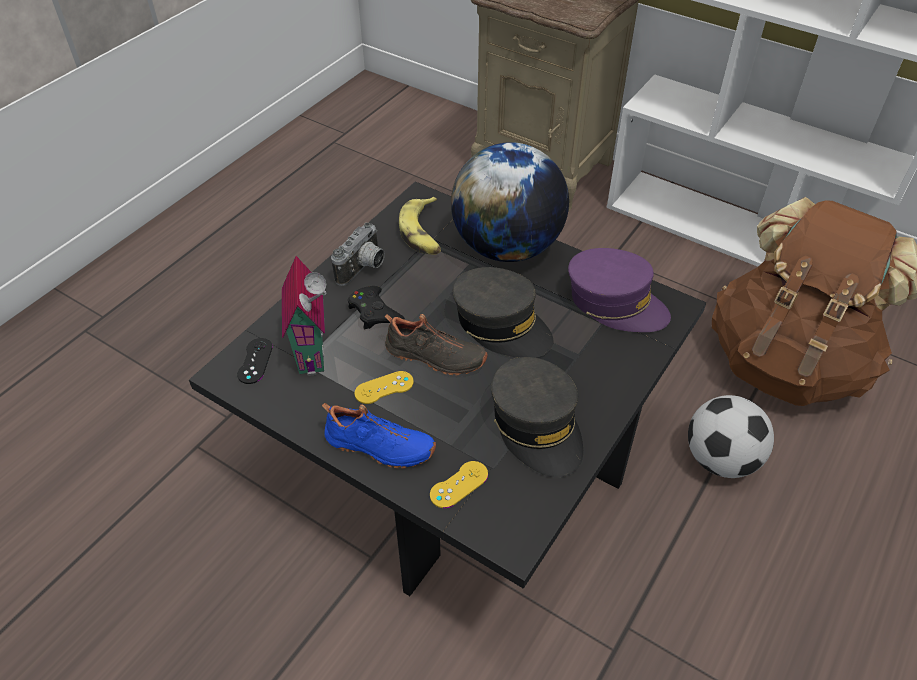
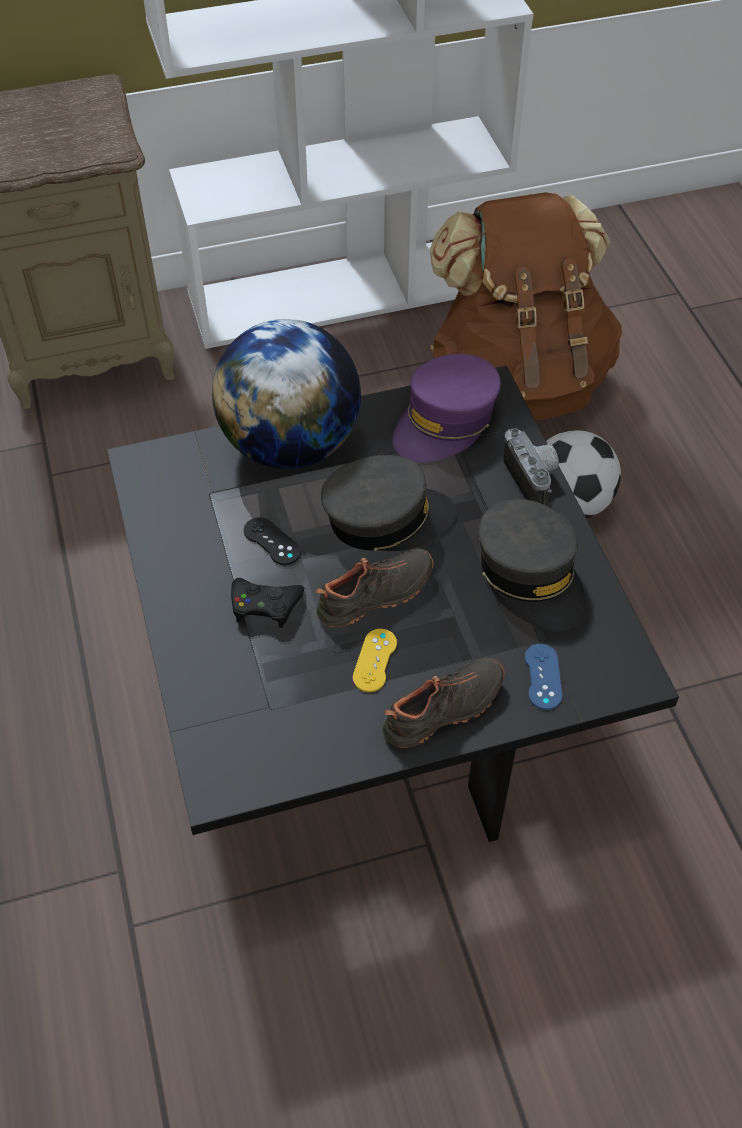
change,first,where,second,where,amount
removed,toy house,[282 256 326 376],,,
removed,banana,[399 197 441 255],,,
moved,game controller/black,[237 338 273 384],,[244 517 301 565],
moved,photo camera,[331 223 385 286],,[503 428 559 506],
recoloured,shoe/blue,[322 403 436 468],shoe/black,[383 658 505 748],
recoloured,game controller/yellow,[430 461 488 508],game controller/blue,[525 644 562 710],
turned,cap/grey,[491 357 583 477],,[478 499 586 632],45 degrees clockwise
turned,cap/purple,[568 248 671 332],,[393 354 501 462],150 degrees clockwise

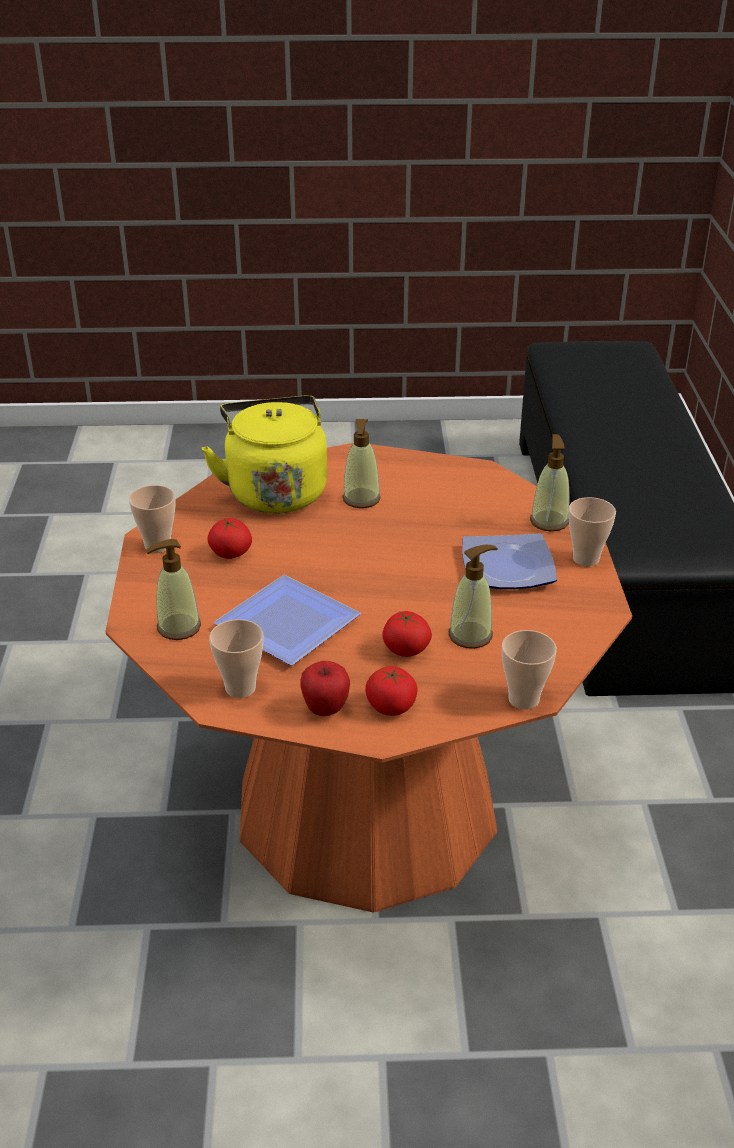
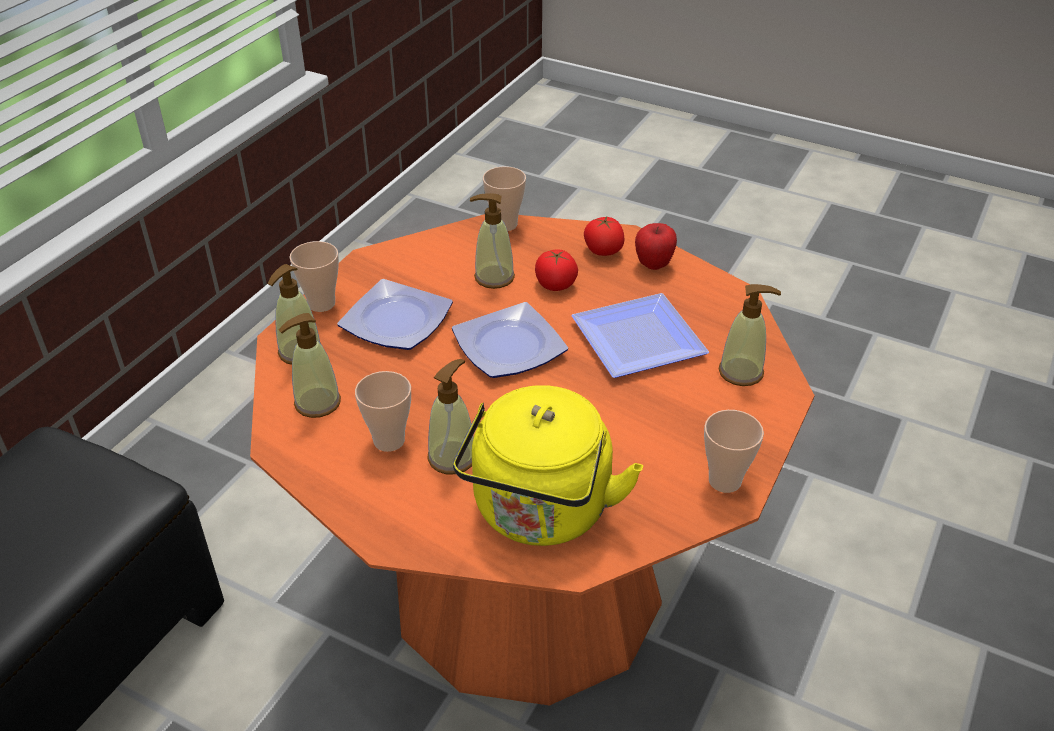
change,first,where,second,where,amount
removed,tomato,[208 518 252 559],,,
added,,,soap dispenser,[278 313 341 418],
added,,,plate,[452 302 568 378],
moved,cup,[209 619 264 698],,[355 371 411 452],

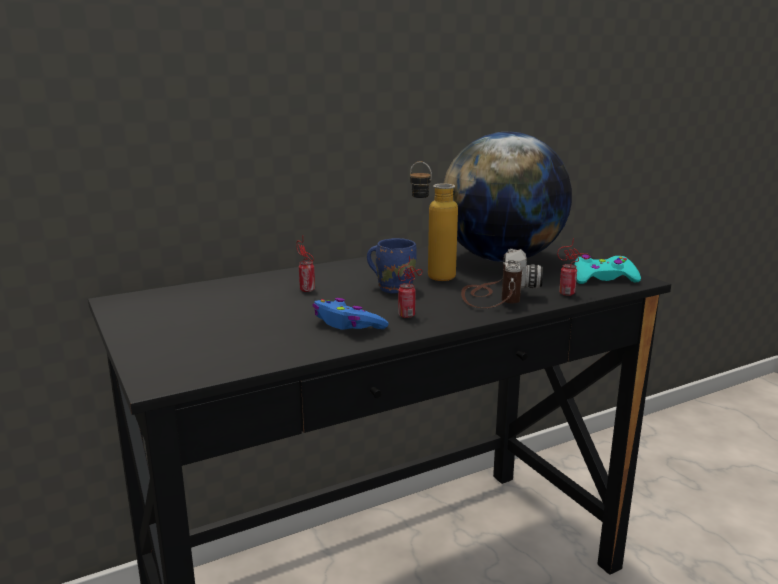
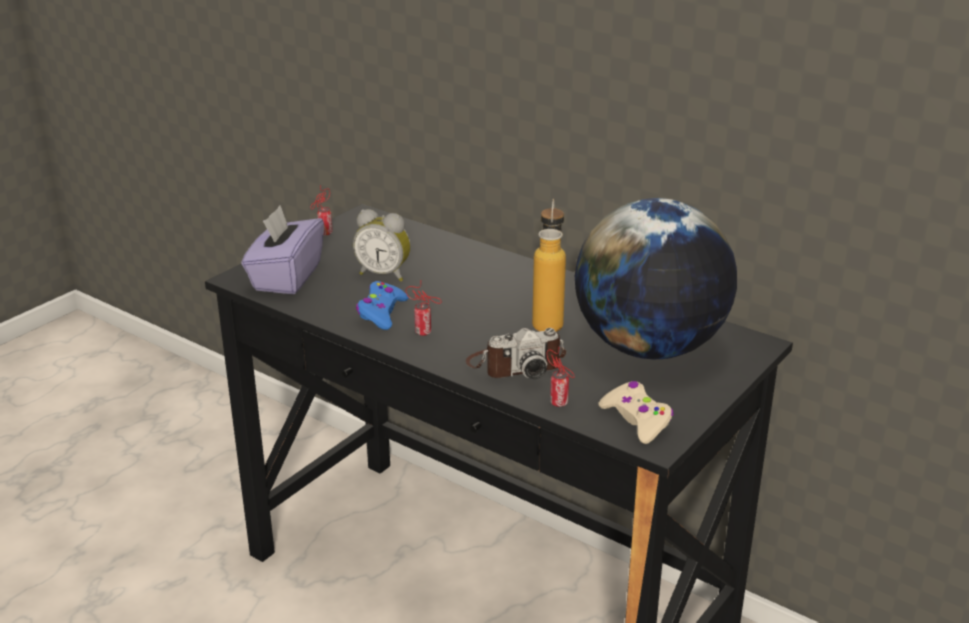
change,first,where,second,where,amount
removed,mug/blue,[367 238 417 294],,,
added,,,tissue box/purple,[241 205 324 295],
added,,,alarm clock,[353 209 411 282],
moved,can,[296 241 315 292],,[311 185 333 236],
recoloured,game controller/turquoise,[574 254 641 284],game controller/beige,[599 381 674 444],

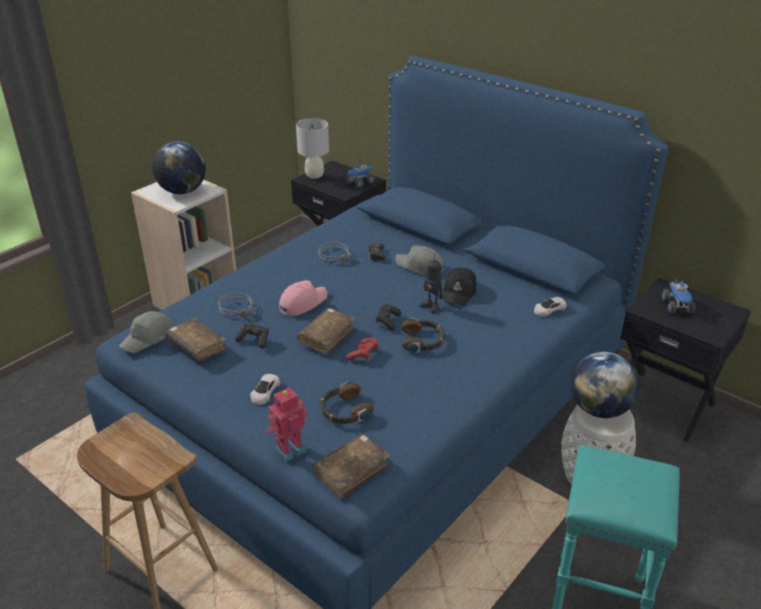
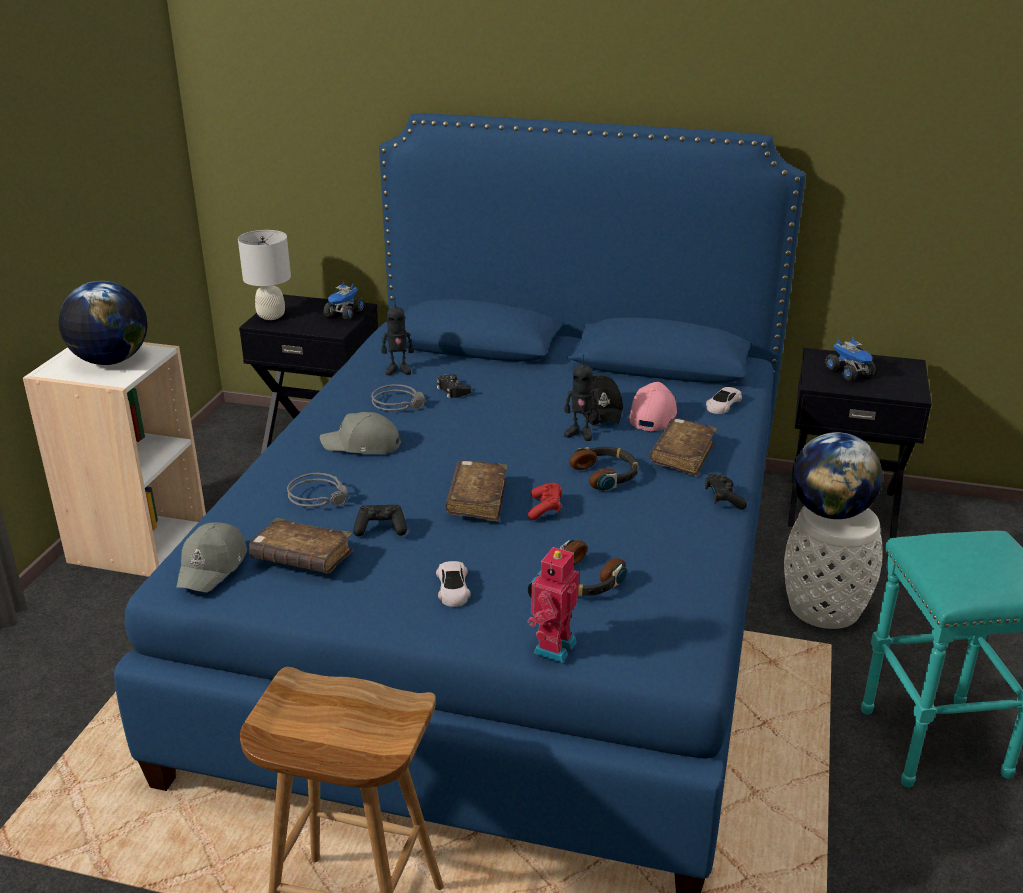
change,first,where,second,where,amount
added,,,toy robot,[381 297 414 376],
moved,cap/pink,[279 280 327 316],,[630 382 677 432],
moved,book/brown,[313 433 390 499],,[650 418 717 476],
moved,game controller/black,[376 304 402 331],,[705 474 747 510],
moved,cap/grey,[395 245 444 275],,[320 412 402 454],

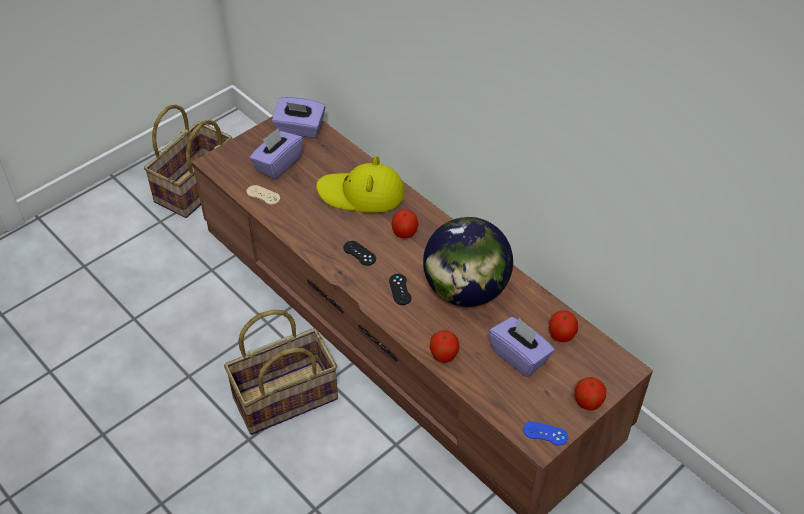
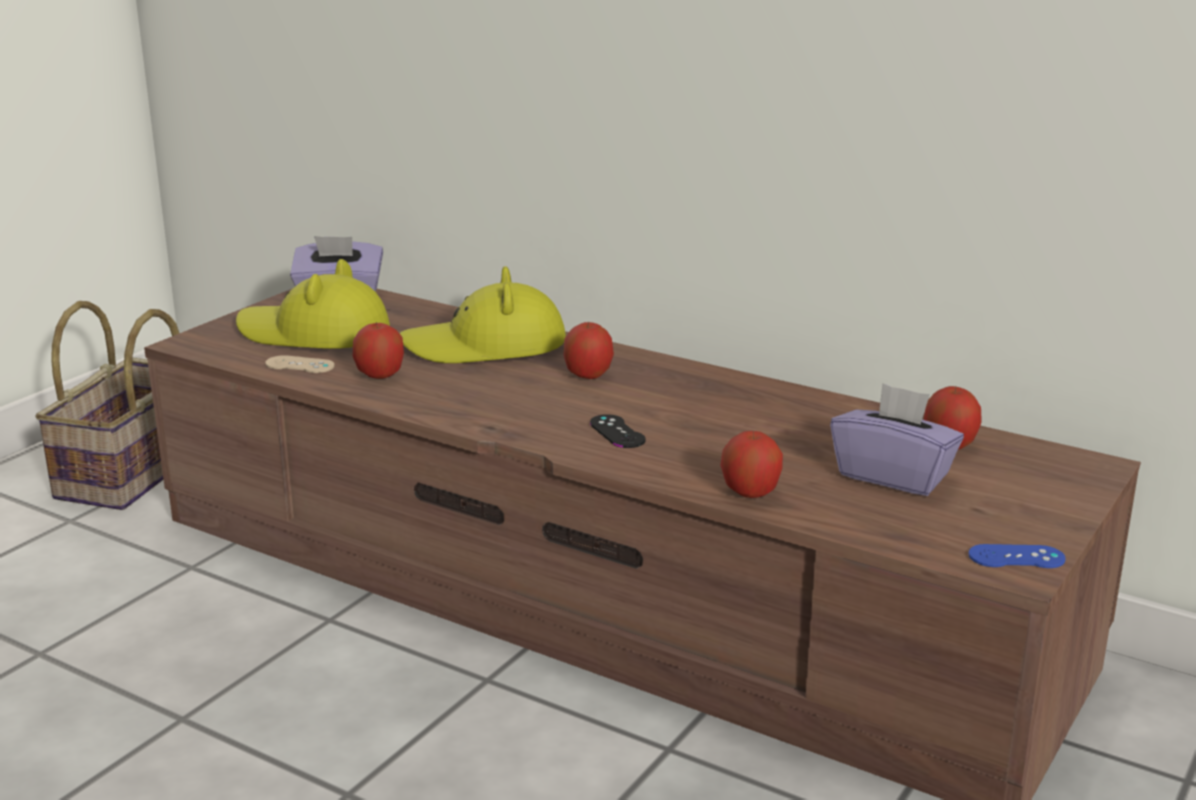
change,first,where,second,where,amount
removed,basket,[224 309 338 435],,,
removed,game controller/black,[343 241 376 266],,,
removed,globe,[423 217 513 307],,,
moved,apple,[574 377 606 411],,[353 322 404 379],
replaced,tissue box/purple,[249 128 303 180],hat/yellow,[236 259 390 349],

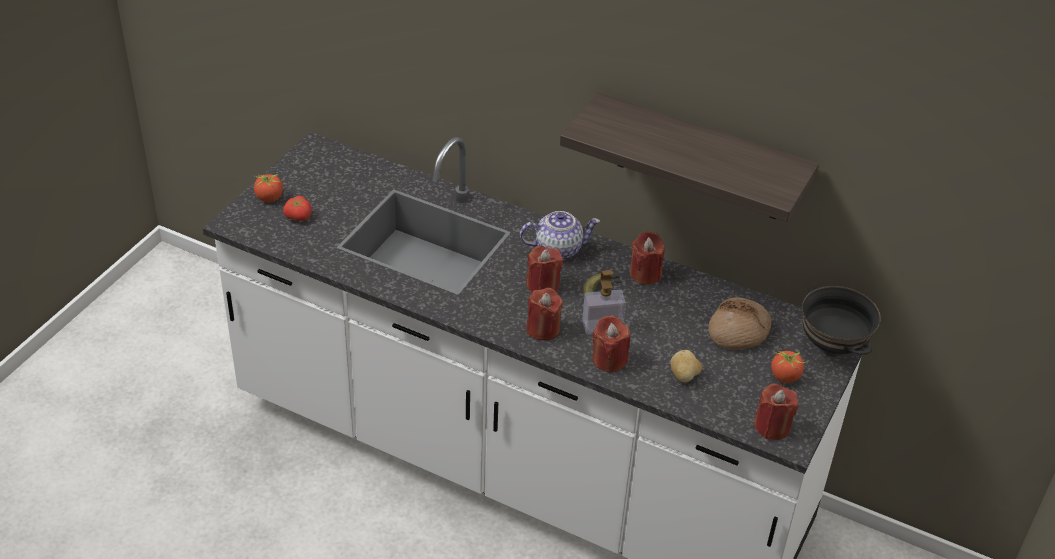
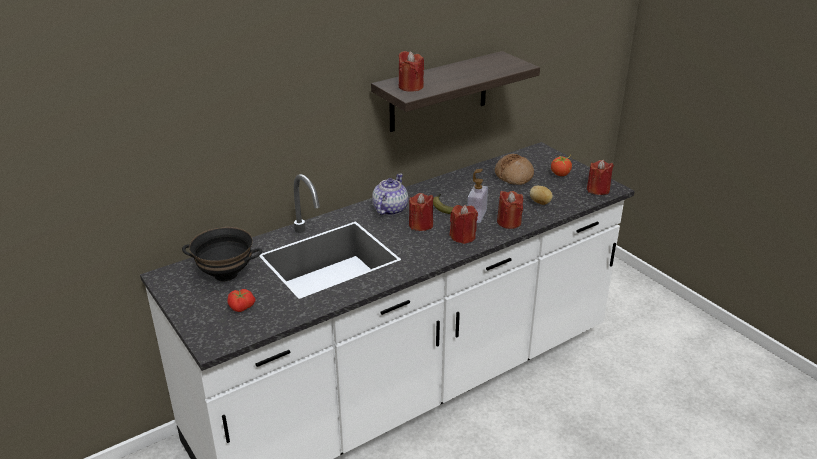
change,first,where,second,where,amount
removed,tomato,[254 174 283 202],,,
moved,candle/red,[630 231 665 285],,[399 51 424 92],
moved,bowl/black,[802 286 881 357],,[182 227 262 281],

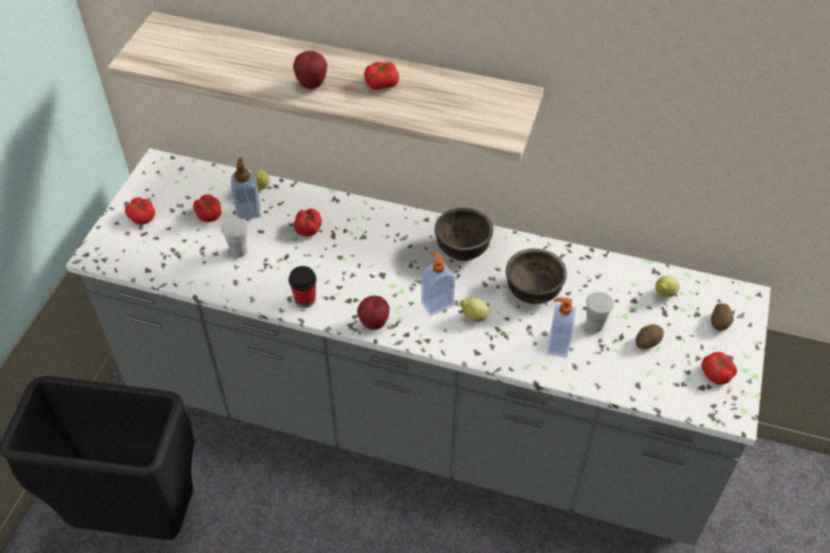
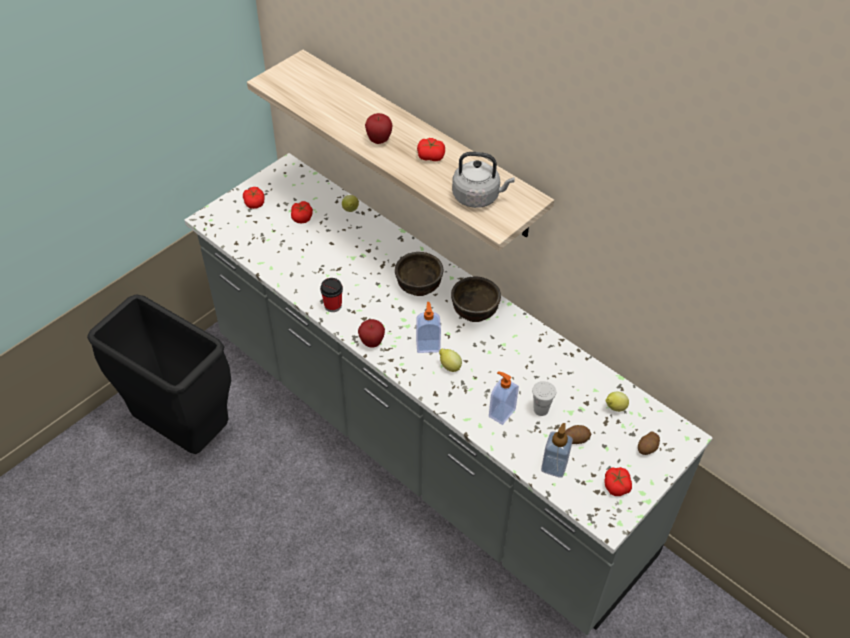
change,first,where,second,where,amount
removed,cup/white,[221 218 247 258],,,
removed,tomato,[294 209 322 236],,,
added,,,kettle/grey,[452 152 515 208],
moved,soap dispenser,[231 158 260 219],,[541 423 573 478],
moved,bowl/brown,[506 249 567 304],,[395 252 443 296],

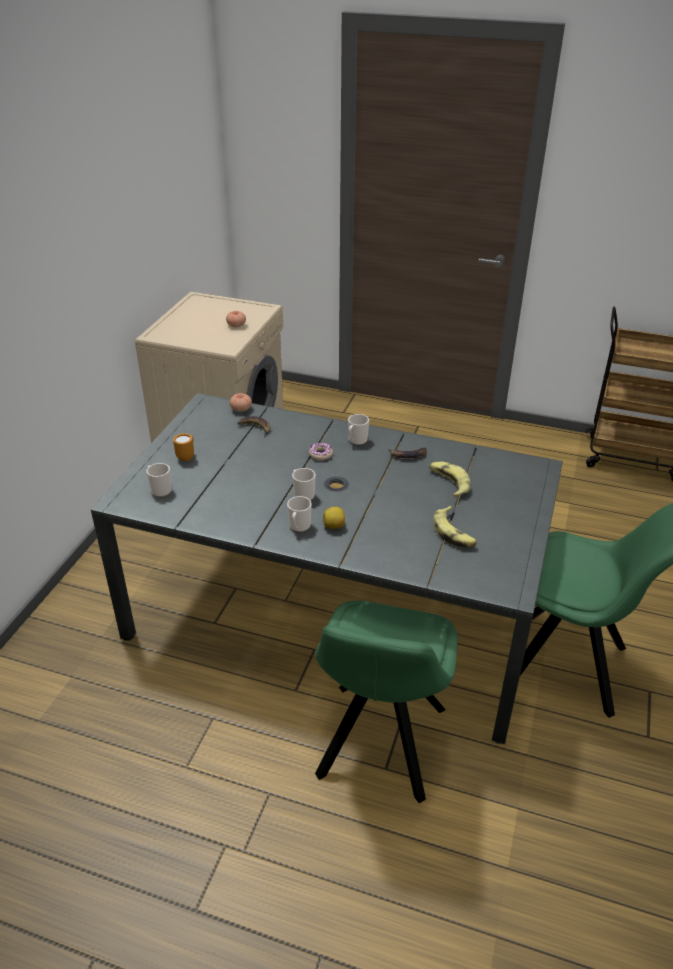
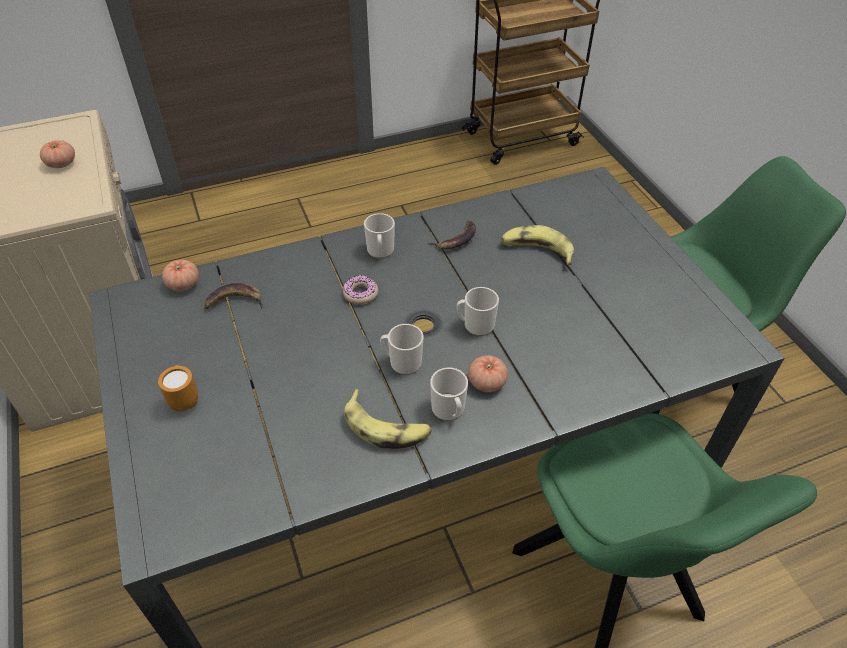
change,first,where,second,where,amount
moved,mug,[146 463 172 497],,[457 287 499 336],
moved,banana,[433 506 477 547],,[344 389 432 449],
replaced,lemon,[322 507 345 529],tomato,[468 355 508 392],

